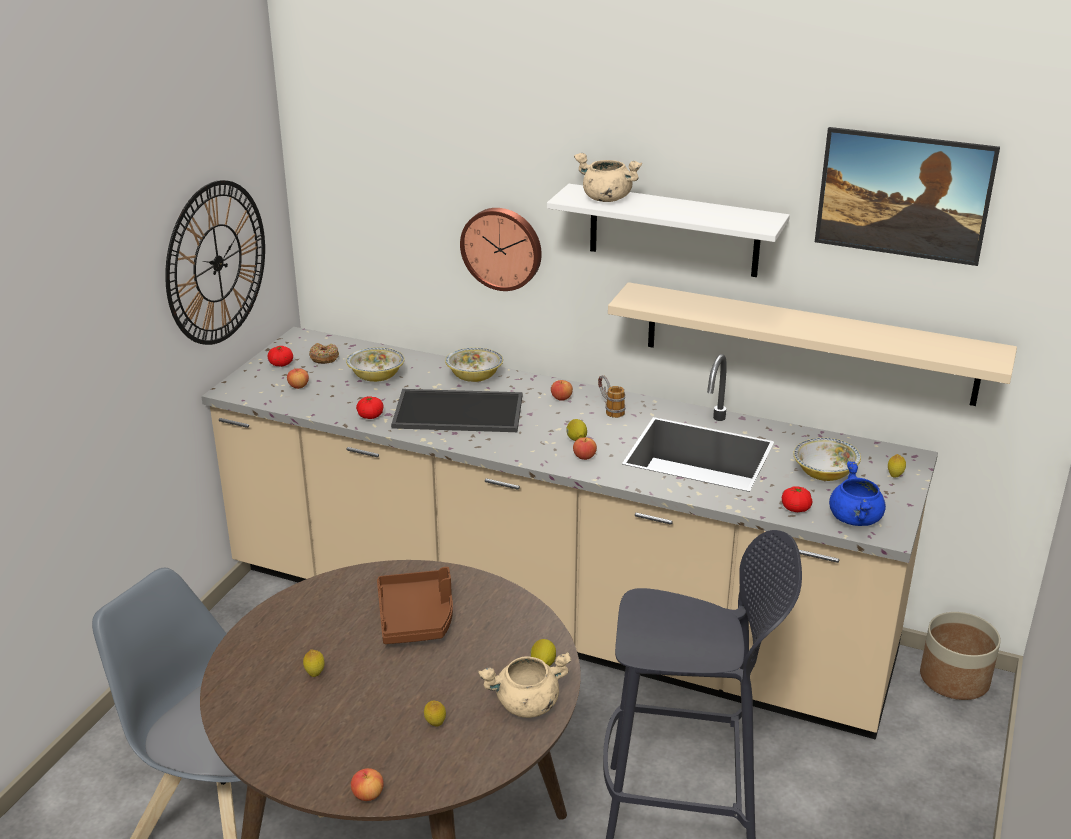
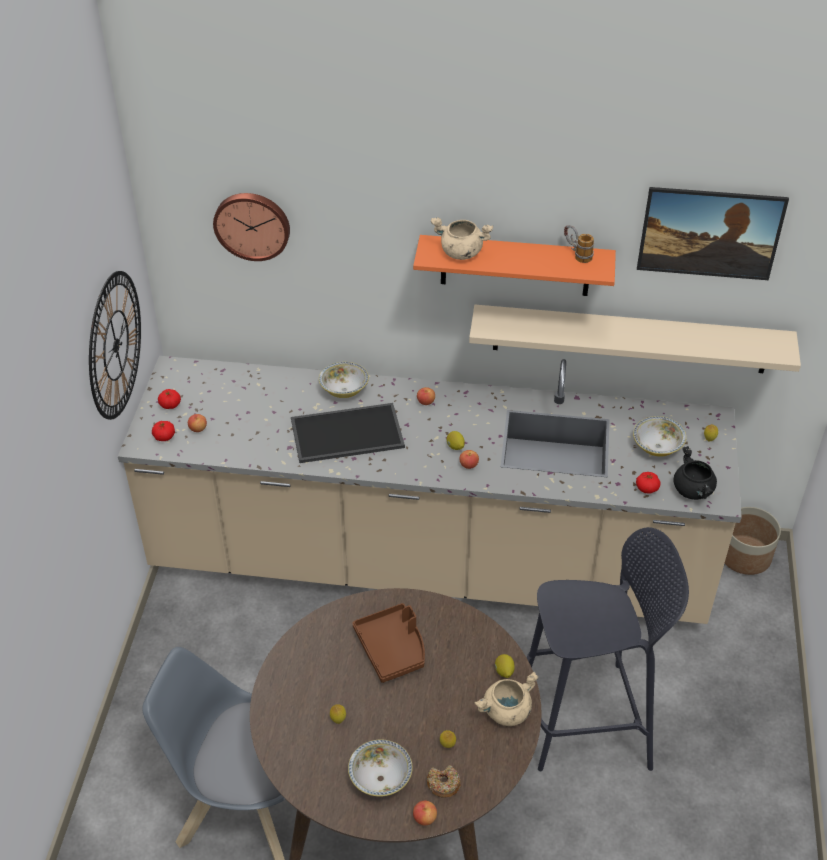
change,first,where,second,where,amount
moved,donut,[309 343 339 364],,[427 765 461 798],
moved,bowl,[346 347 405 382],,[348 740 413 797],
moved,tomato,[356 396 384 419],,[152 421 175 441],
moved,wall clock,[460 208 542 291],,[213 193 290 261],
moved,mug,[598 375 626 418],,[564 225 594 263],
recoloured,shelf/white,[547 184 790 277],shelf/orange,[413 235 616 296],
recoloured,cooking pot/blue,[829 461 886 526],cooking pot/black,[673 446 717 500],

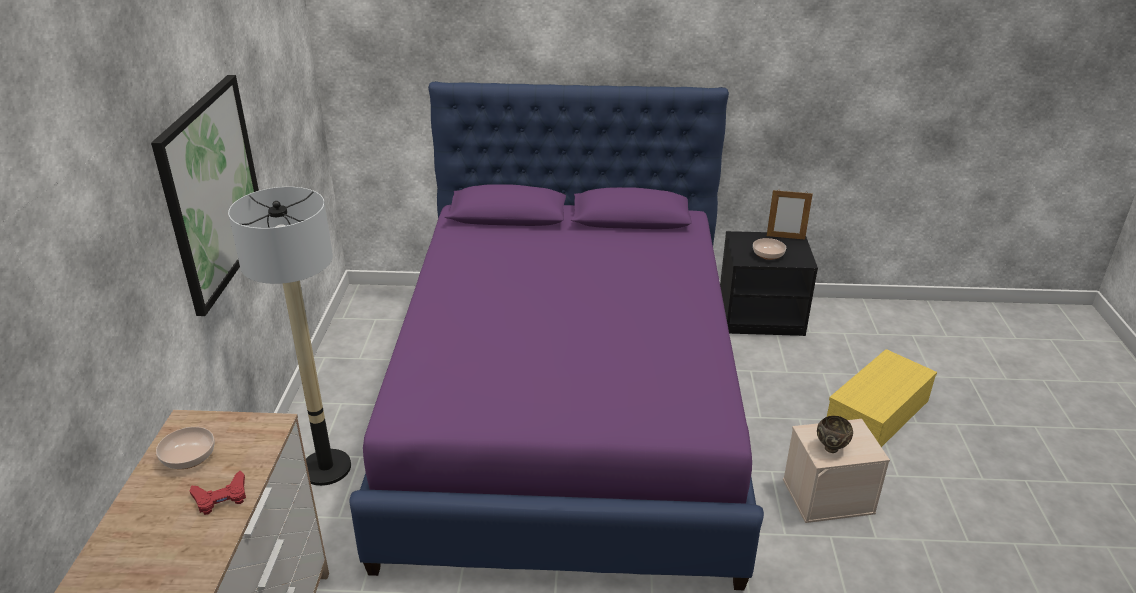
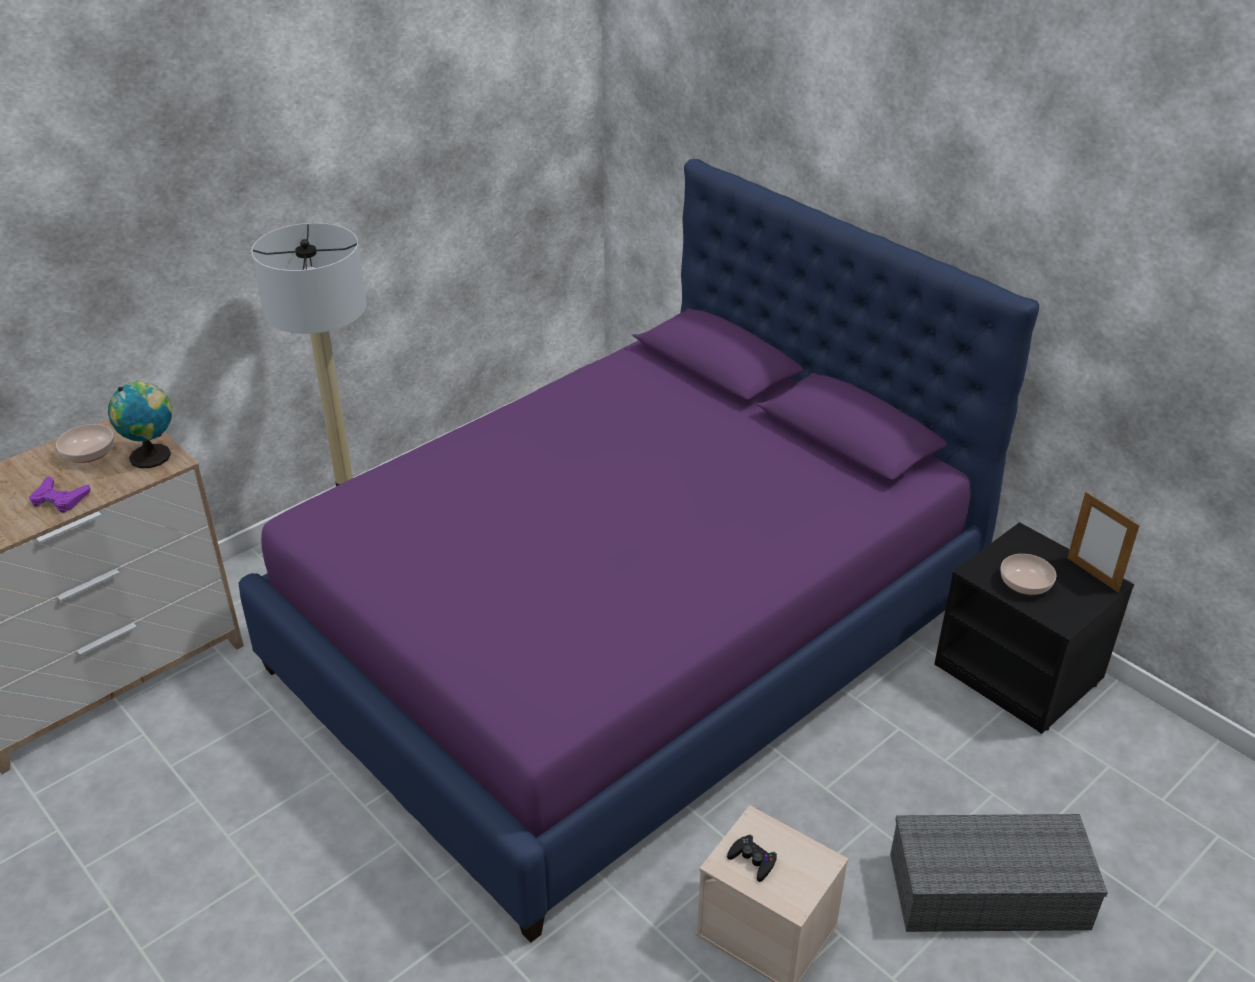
change,first,where,second,where,amount
removed,picture,[151 75 259 316],,,
added,,,globe,[108 381 172 468],
replaced,bowl/brown,[817 416 853 453],game controller/black,[727 835 777 882],
recoloured,game controller/red,[190 471 246 515],game controller/purple,[29 476 90 513],
recoloured,storage box/yellow,[827 349 937 447],storage box/grey,[890 814 1108 932],

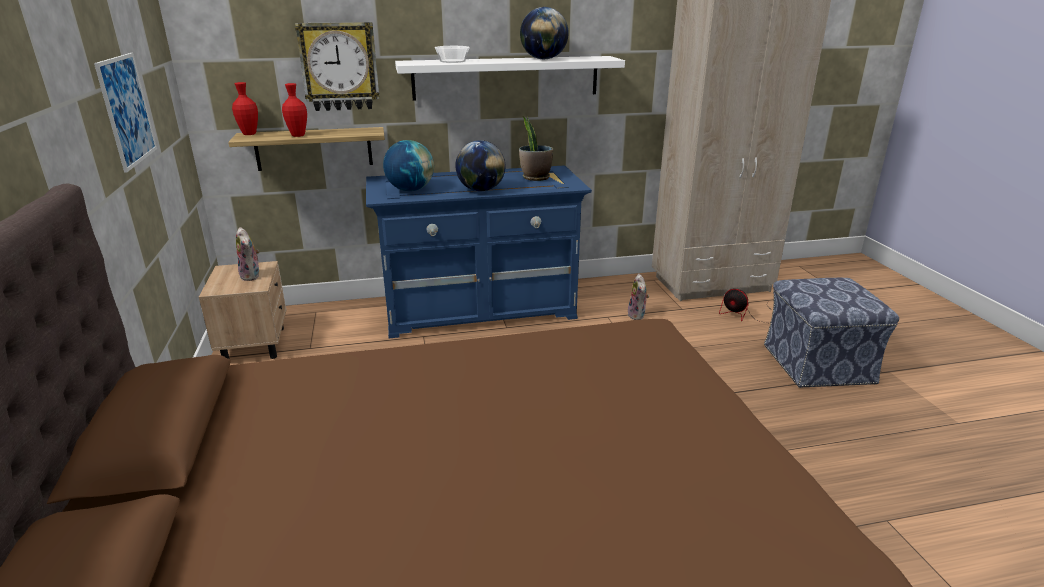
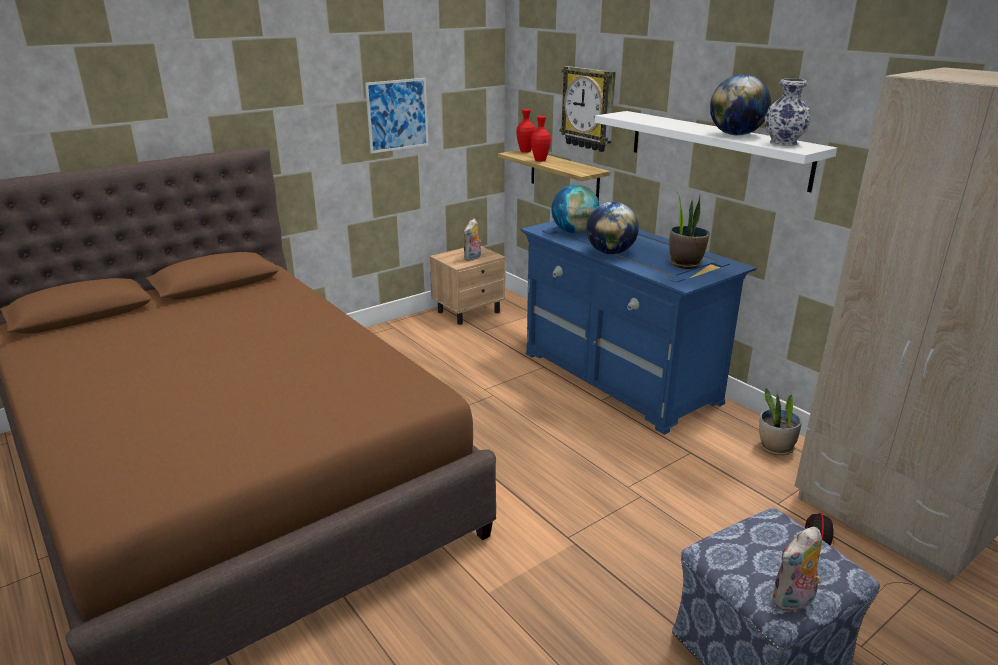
change,first,where,second,where,amount
removed,bowl,[435 46 470 63],,,
added,,,potted plant,[759 388 802 456],
added,,,vase,[765 79 811 146],
moved,plush toy,[628 274 649 320],,[771 526 822 612],

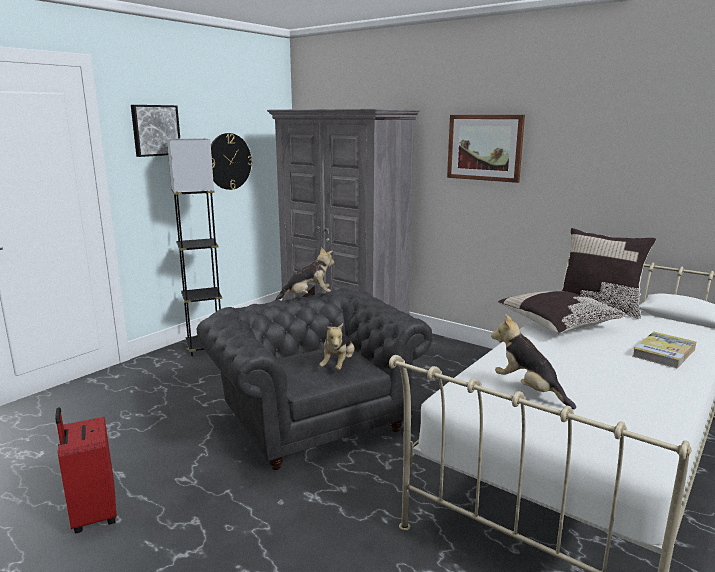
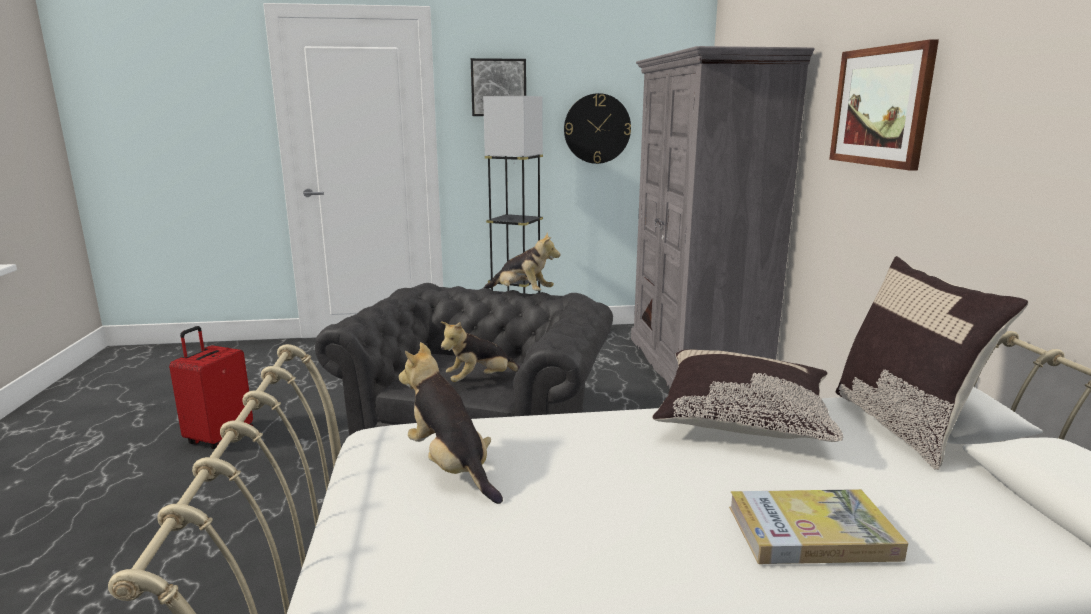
change,first,where,second,where,amount
turned,plush toy,[491 314 576 409],,[399 342 503 504],45 degrees counterclockwise

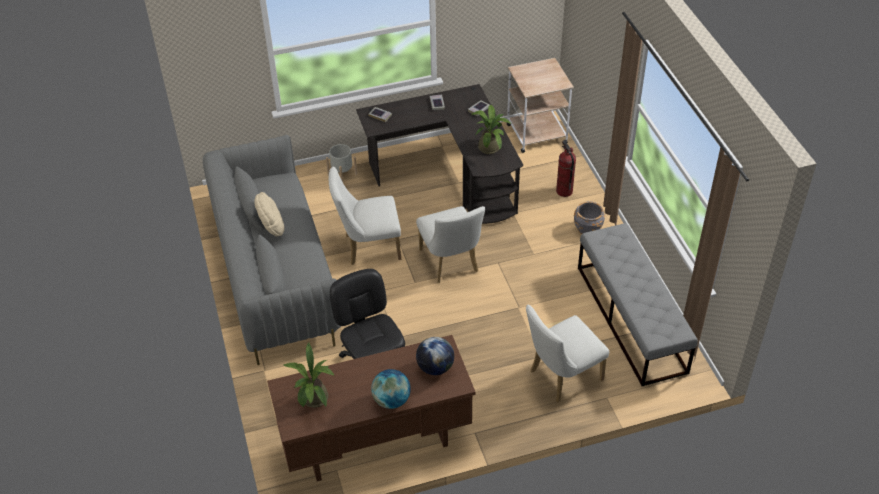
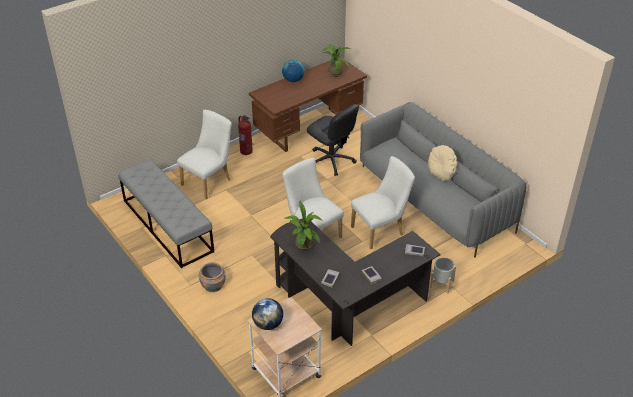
change,first,where,second,where,amount
moved,globe,[416 337 454 375],,[252 298 283 330],
moved,fire extinguisher,[556 140 576 197],,[238 115 253 155],

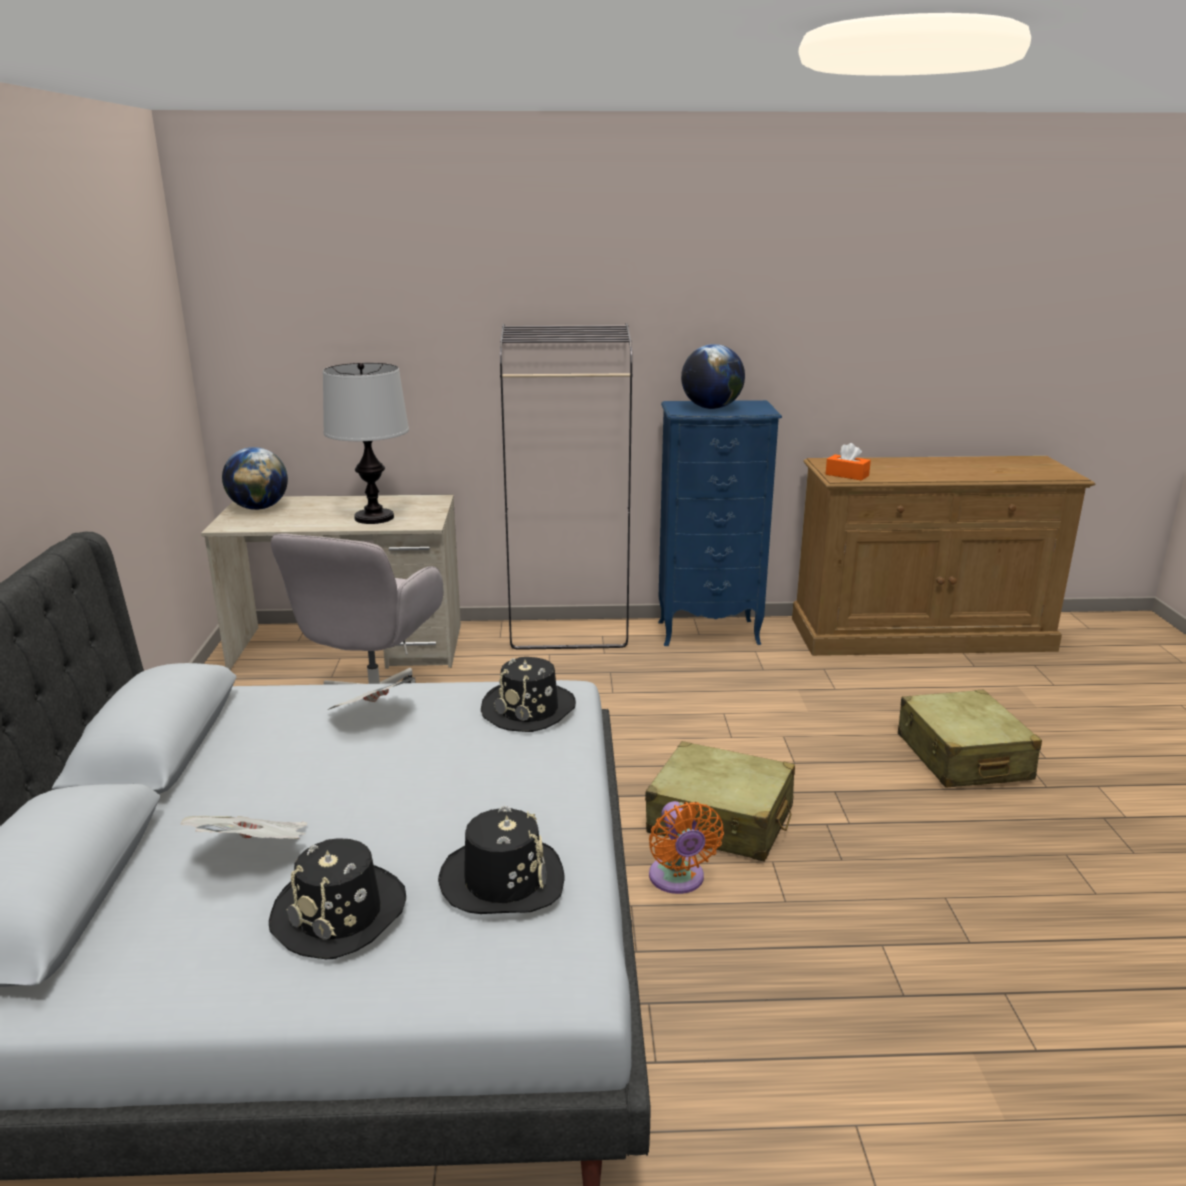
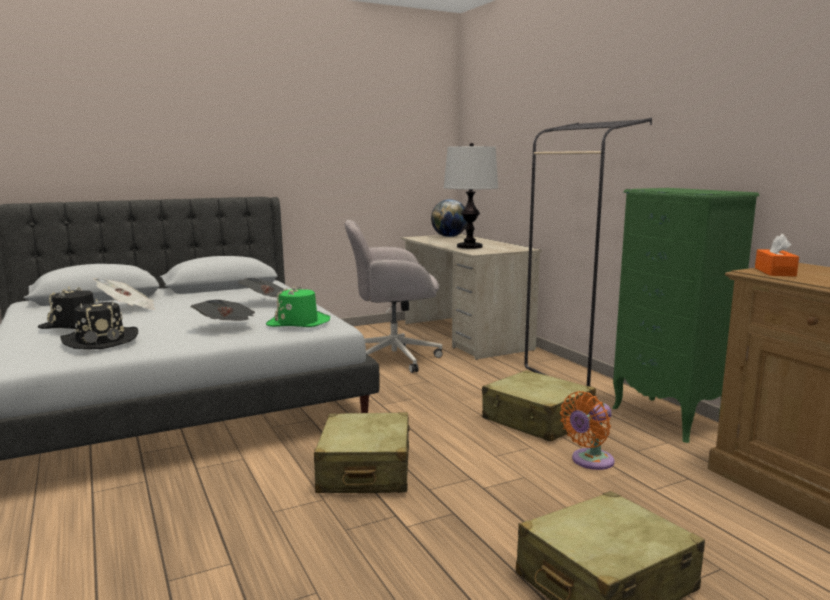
change,first,where,second,where,amount
removed,globe,[681 344 745 409],,,
added,,,newspaper,[190 300 255 321],
added,,,suitcase/beige,[482 370 596 442],
moved,fan/orange,[649 801 724 894],,[560 391 614 470],
recoloured,hat/black,[481 657 576 732],hat/green,[266 286 330 327],
recoloured,dresser/blue,[658 400 782 646],dresser/green,[612 188 759 443],

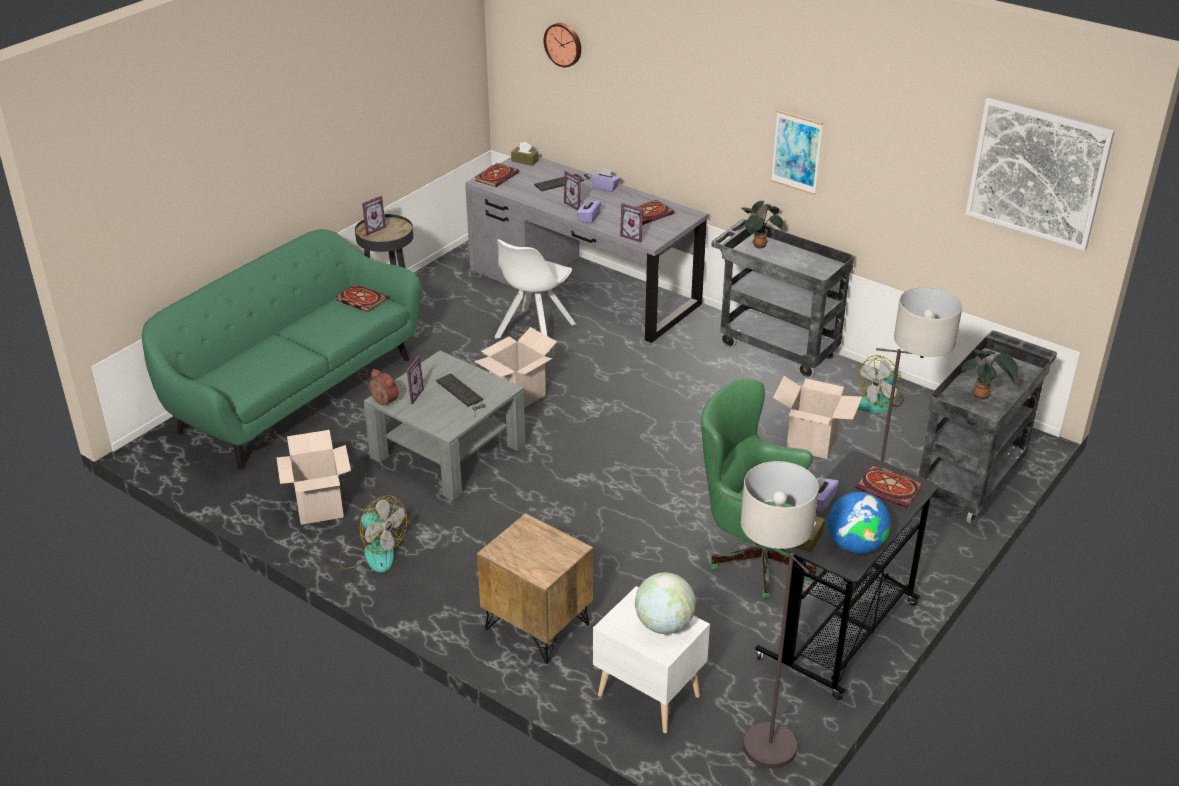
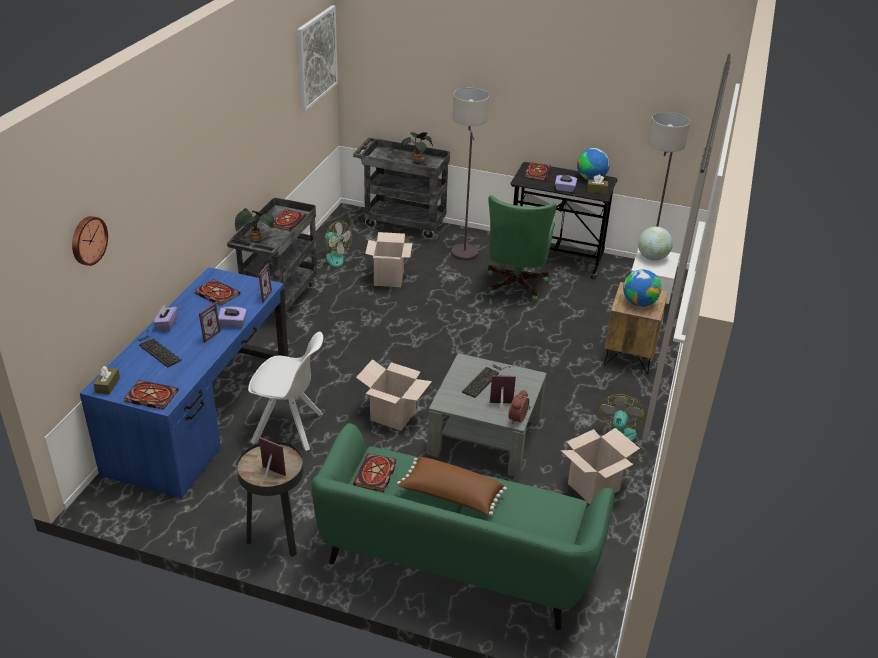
change,first,where,second,where,amount
removed,picture,[771 110 823 195],,,
added,,,book,[273 209 306 231],
added,,,pillow/brown,[397 457 507 515],
added,,,globe,[623 270 661 307],
recoloured,desk/grey,[465 157 708 343],desk/blue,[80 267 289 499],

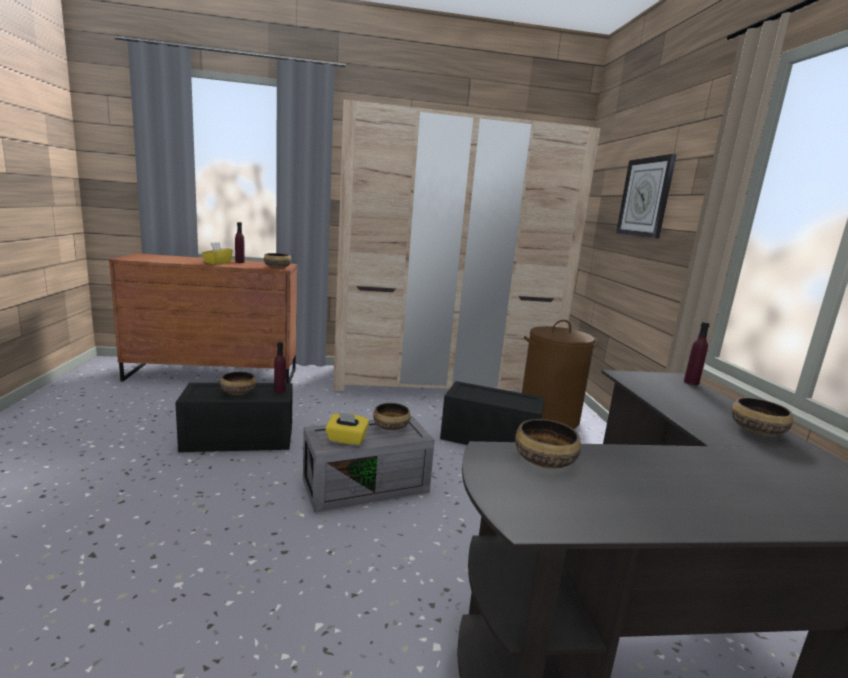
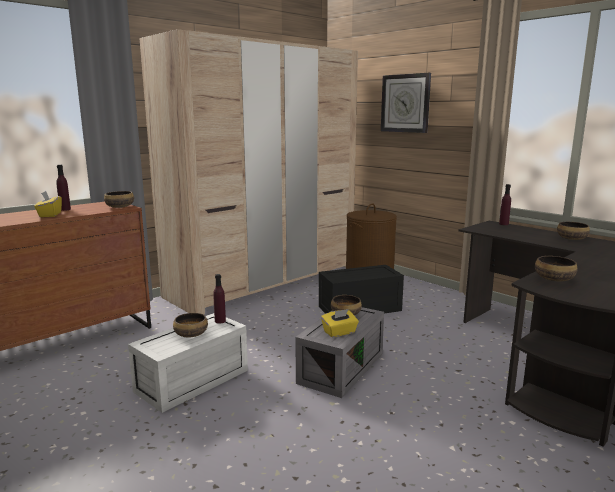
change,first,where,second,where,amount
recoloured,storage box/black,[175 383 293 452],storage box/white,[128 313 248 413],

